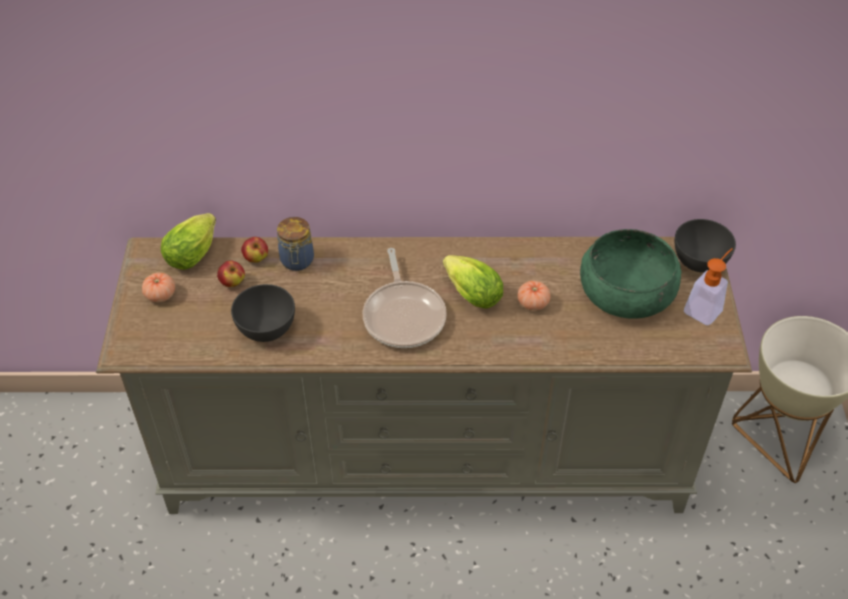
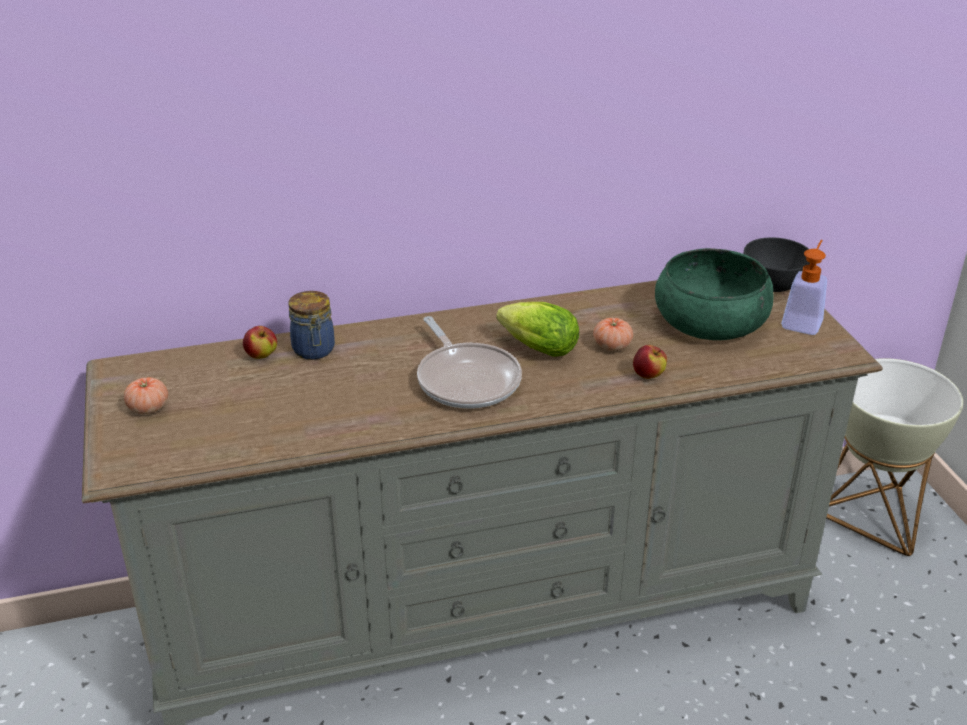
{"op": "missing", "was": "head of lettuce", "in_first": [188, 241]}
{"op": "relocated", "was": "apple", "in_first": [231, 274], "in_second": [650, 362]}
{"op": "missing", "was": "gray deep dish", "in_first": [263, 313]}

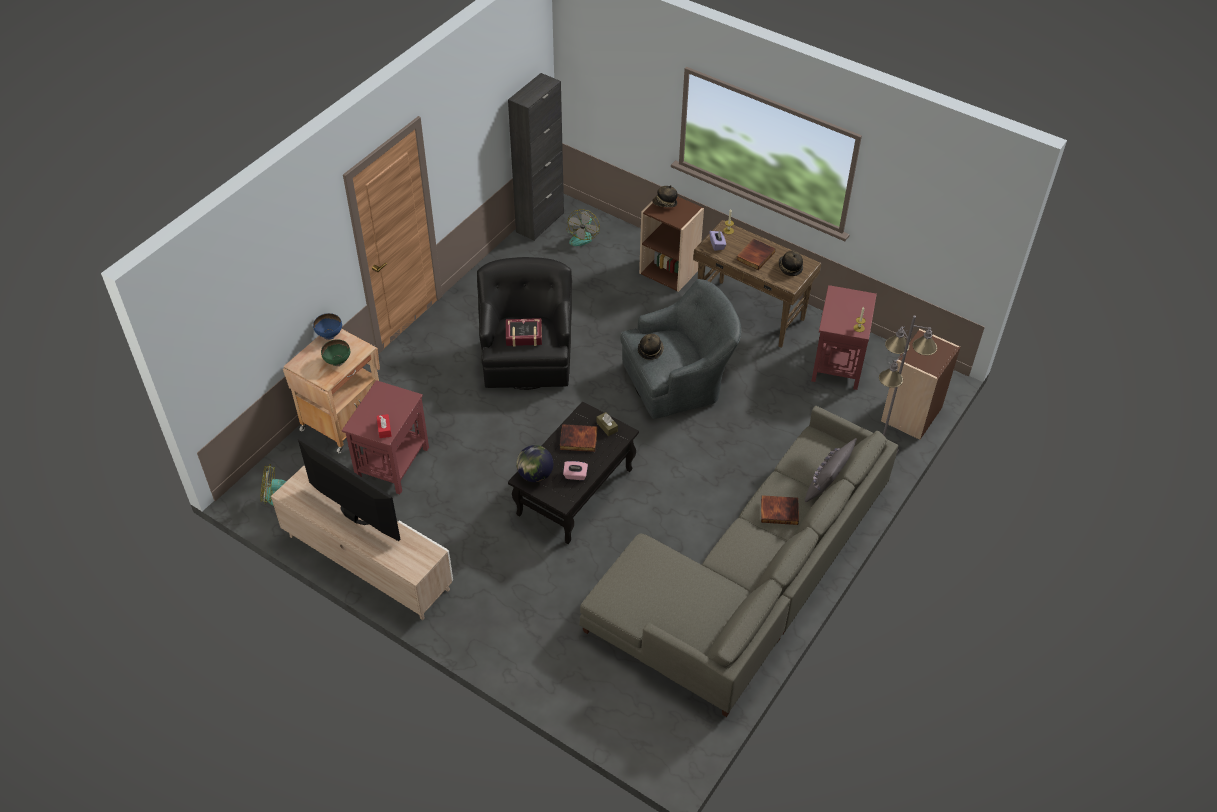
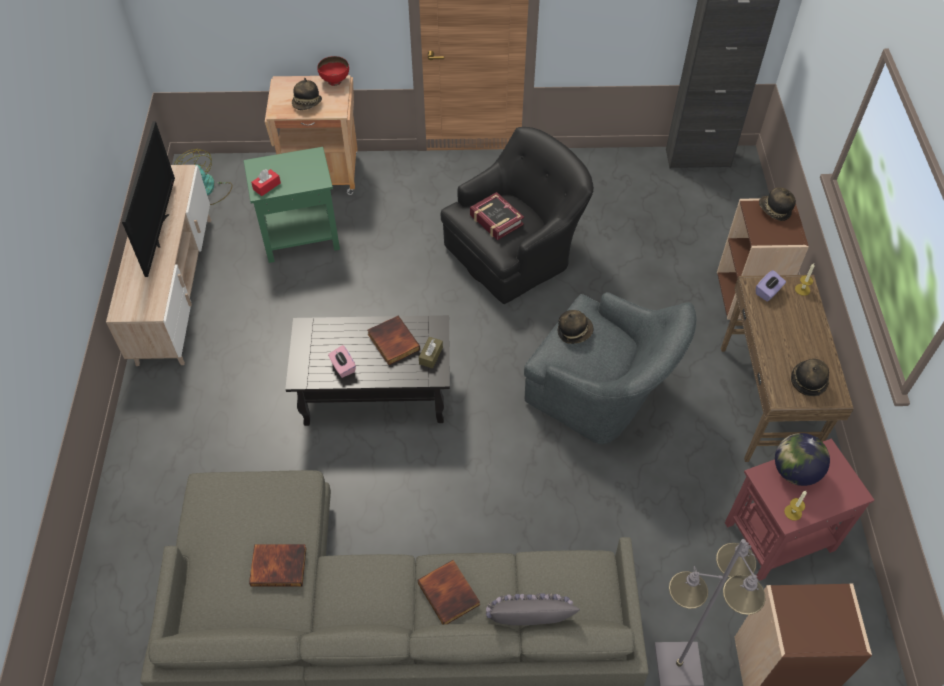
{"op": "missing", "was": "cooling fan", "in_first": [583, 228]}
{"op": "relocated", "was": "book", "in_first": [755, 254], "in_second": [278, 565]}
{"op": "colour", "was": "blue deep dish", "now": "reddish deep dish", "in_first": [327, 326], "in_second": [333, 71]}
{"op": "exchanged", "was": "green-coloured deep dish", "now": "clothing hat", "in_first": [335, 352], "in_second": [307, 94]}
{"op": "colour", "was": "reddish accent table", "now": "green-coloured accent table", "in_first": [385, 437], "in_second": [292, 205]}
{"op": "relocated", "was": "globe", "in_first": [535, 463], "in_second": [802, 459]}

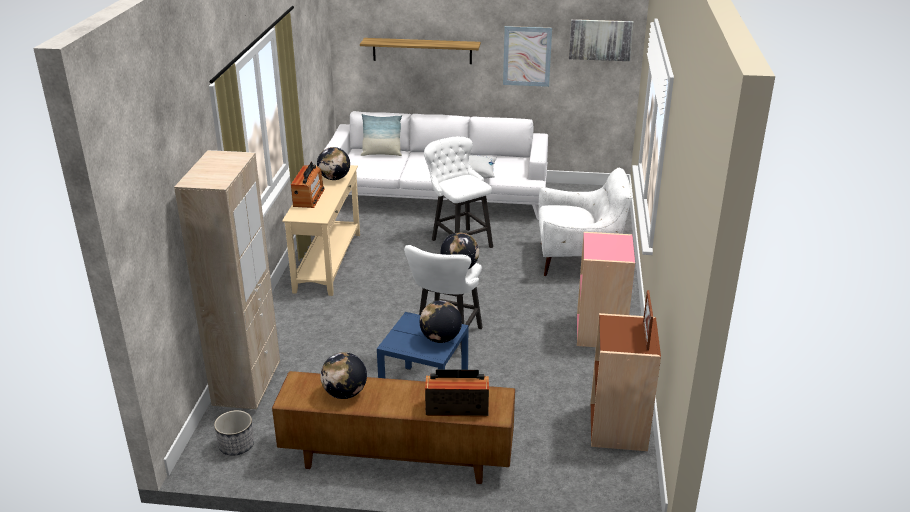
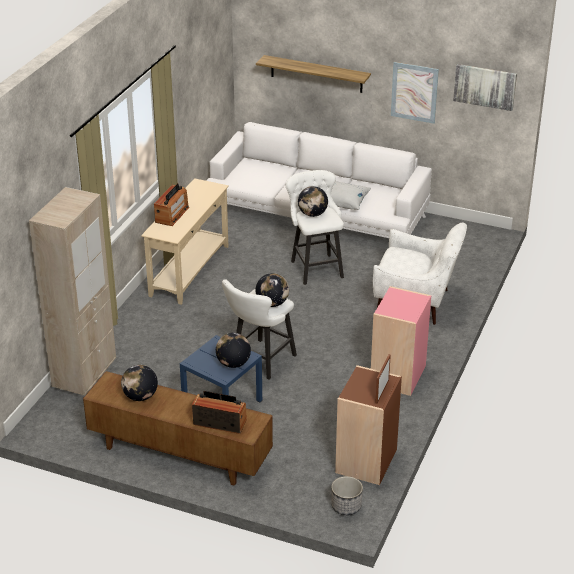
{"op": "missing", "was": "cushion", "in_first": [381, 135]}
{"op": "relocated", "was": "globe", "in_first": [333, 163], "in_second": [313, 201]}
{"op": "relocated", "was": "flower pot", "in_first": [234, 433], "in_second": [347, 495]}

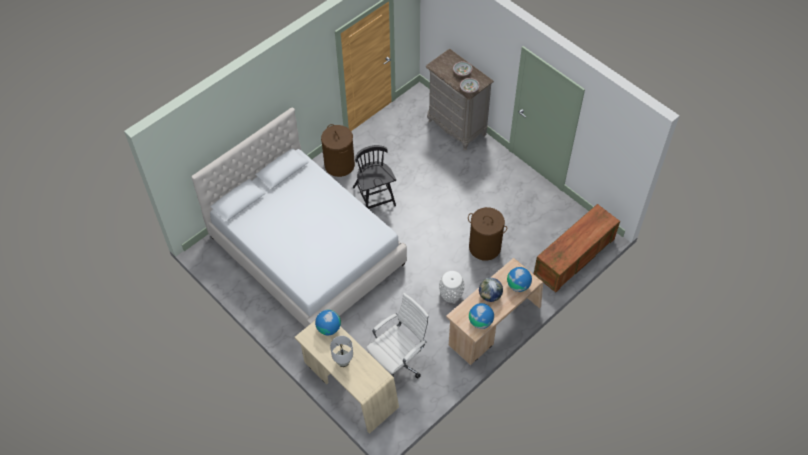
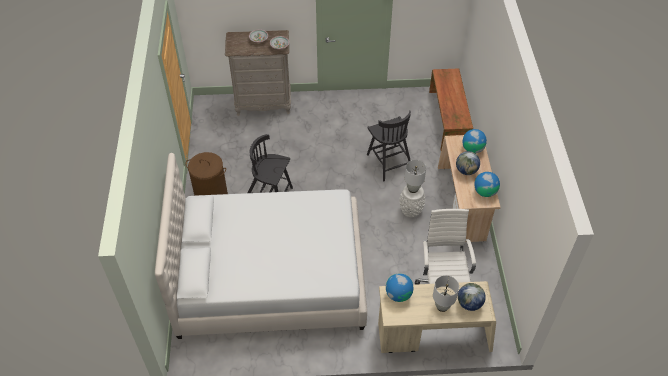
{"op": "exchanged", "was": "brown-coloured washing basket", "now": "blackish chair", "in_first": [487, 234], "in_second": [390, 145]}
{"op": "appeared", "now": "whitish tabletop lamp", "in_second": [415, 176]}
{"op": "appeared", "now": "globe", "in_second": [472, 297]}

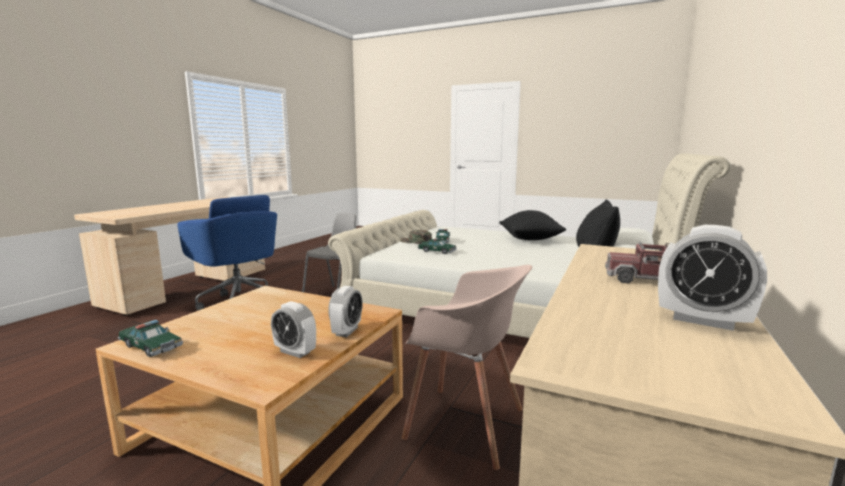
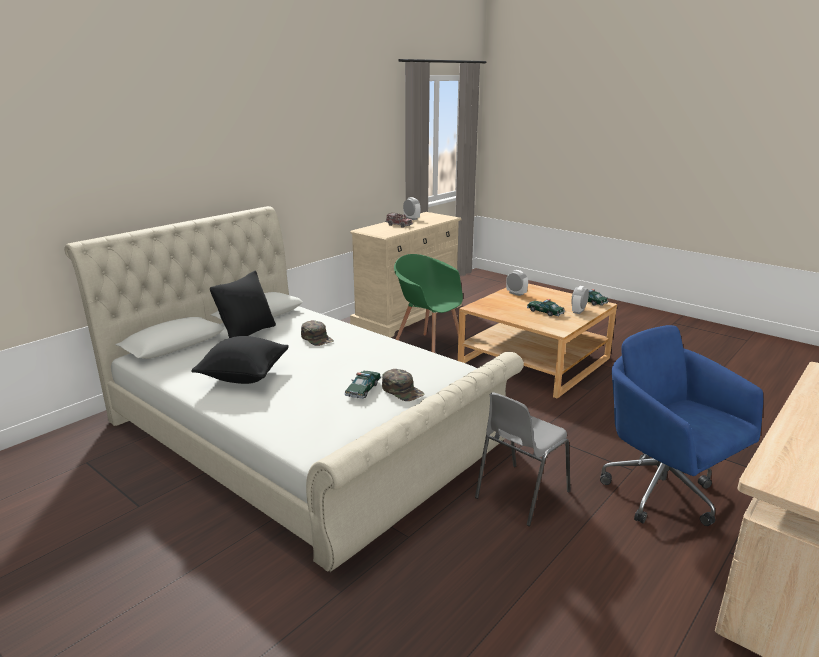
{"op": "relocated", "was": "toy car", "in_first": [437, 246], "in_second": [546, 307]}
{"op": "colour", "was": "sand-coloured chair", "now": "green-coloured chair", "in_first": [467, 367], "in_second": [428, 303]}
{"op": "relocated", "was": "alarm clock", "in_first": [345, 311], "in_second": [580, 300]}
{"op": "appeared", "now": "green-coloured cap", "in_second": [317, 333]}

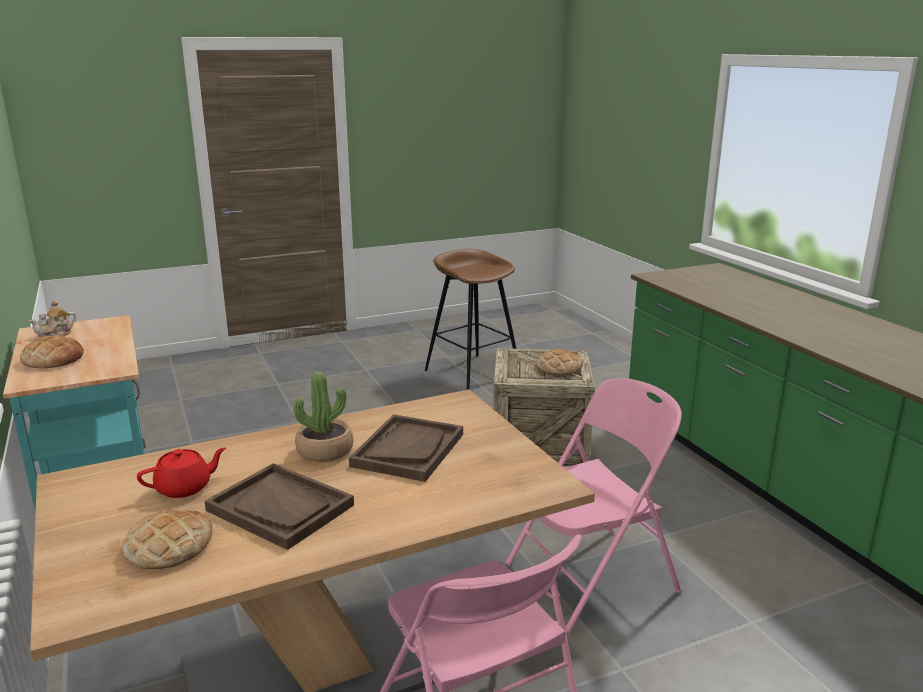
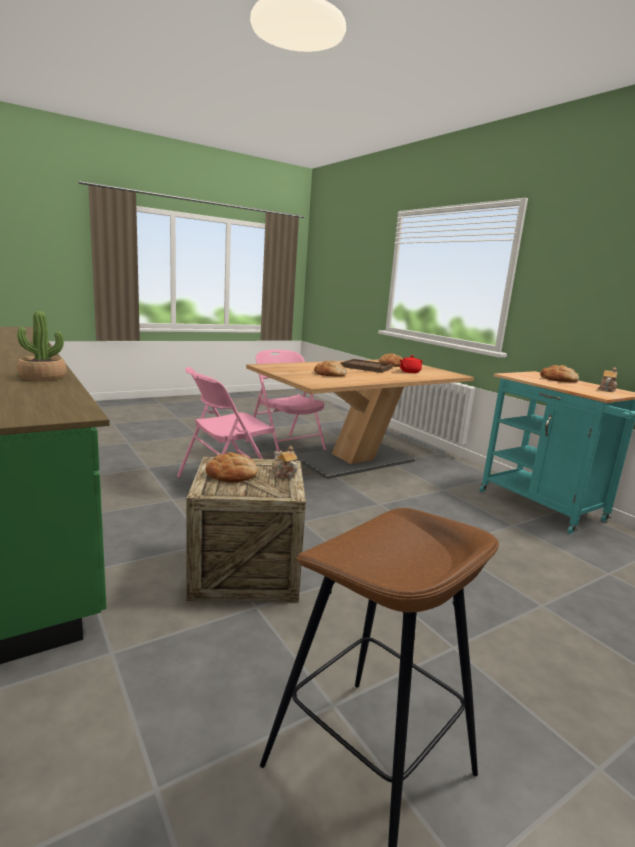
{"op": "relocated", "was": "plant in a pot", "in_first": [323, 417], "in_second": [42, 346]}
{"op": "exchanged", "was": "brown-coloured tray", "now": "bakery bread", "in_first": [406, 448], "in_second": [330, 368]}
{"op": "appeared", "now": "teapot", "in_second": [285, 462]}

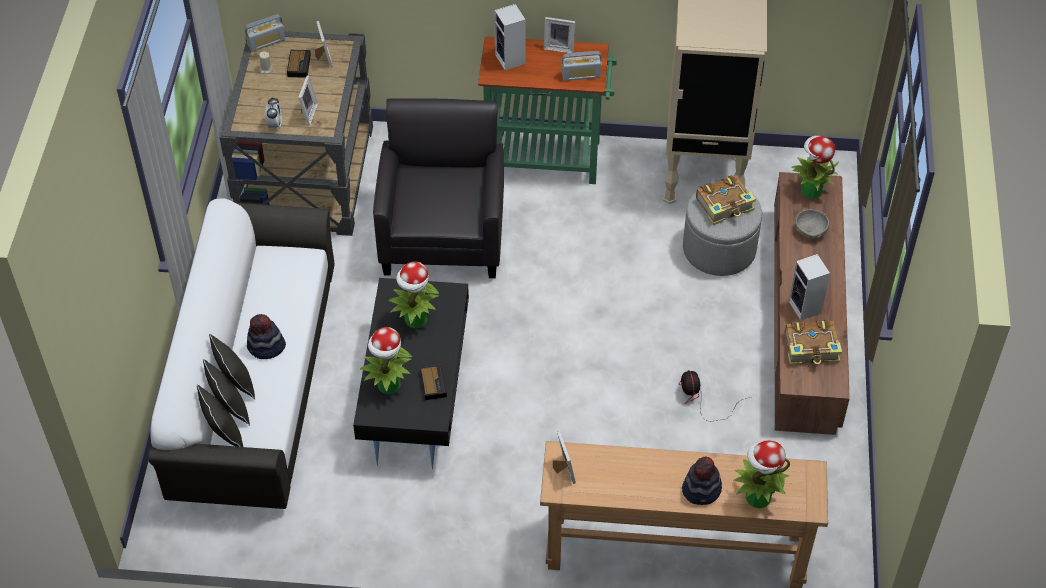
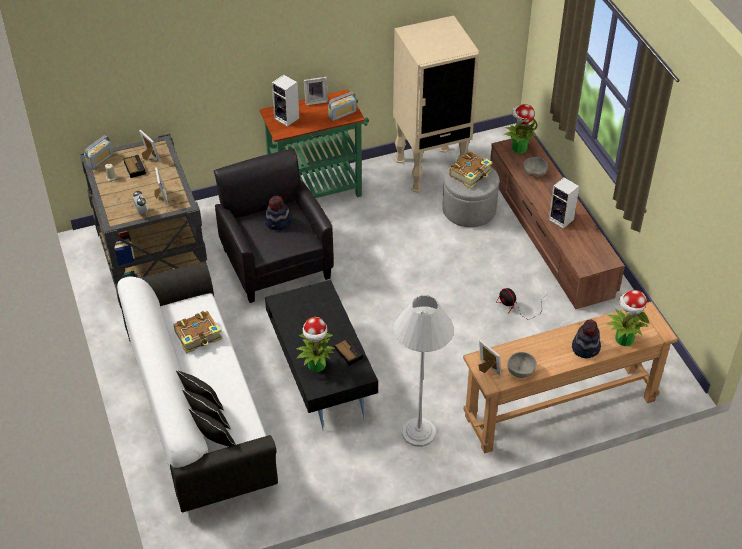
{"op": "missing", "was": "plant in a pot", "in_first": [413, 294]}
{"op": "relocated", "was": "clothing hat", "in_first": [266, 336], "in_second": [278, 213]}
{"op": "relocated", "was": "book", "in_first": [813, 342], "in_second": [198, 332]}
{"op": "appeared", "now": "whitish standard lamp", "in_second": [424, 371]}
{"op": "appeared", "now": "gray deep dish", "in_second": [522, 365]}

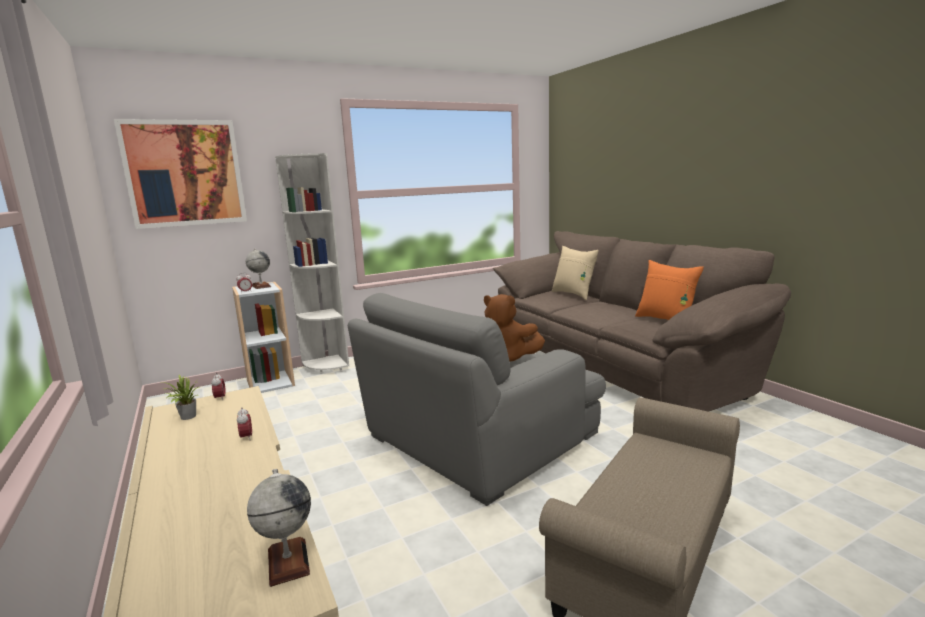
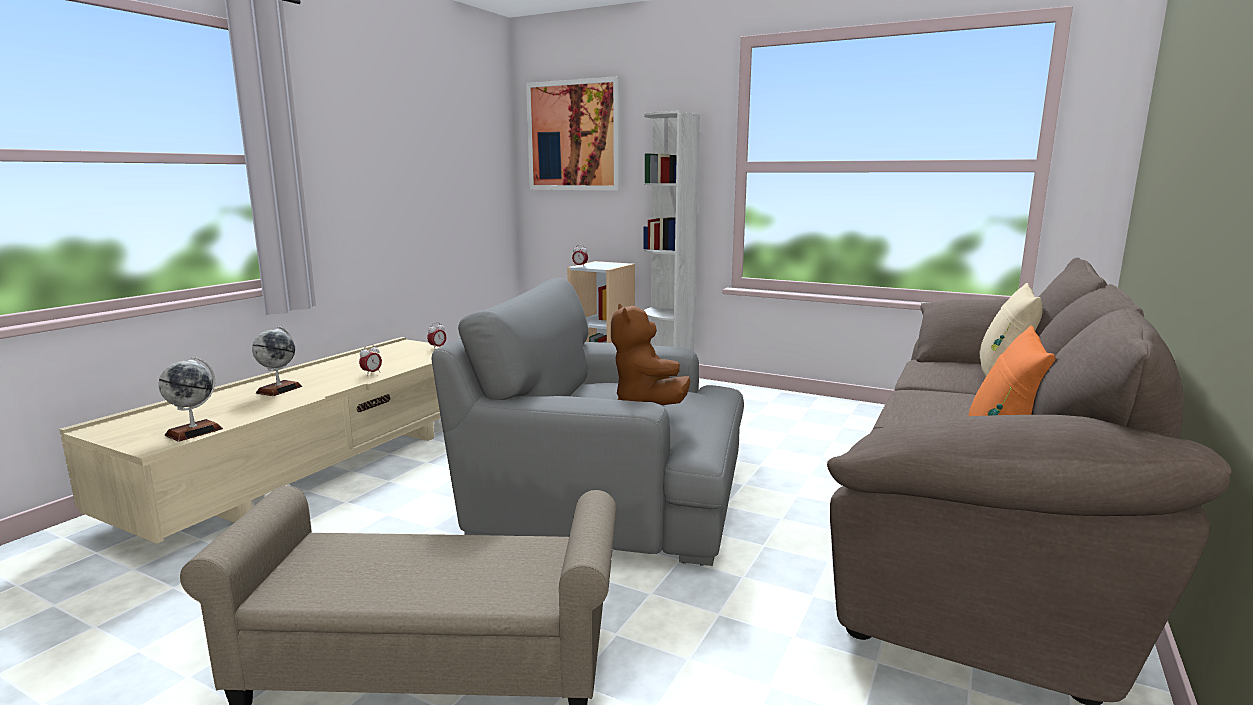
{"op": "relocated", "was": "globe", "in_first": [258, 269], "in_second": [277, 361]}
{"op": "missing", "was": "plant in a pot", "in_first": [180, 397]}

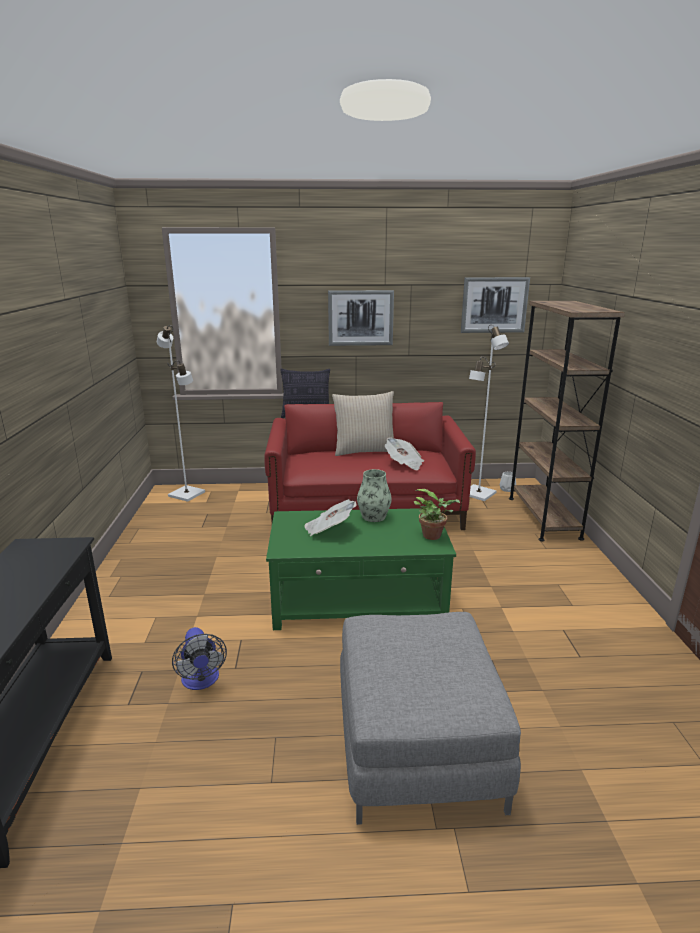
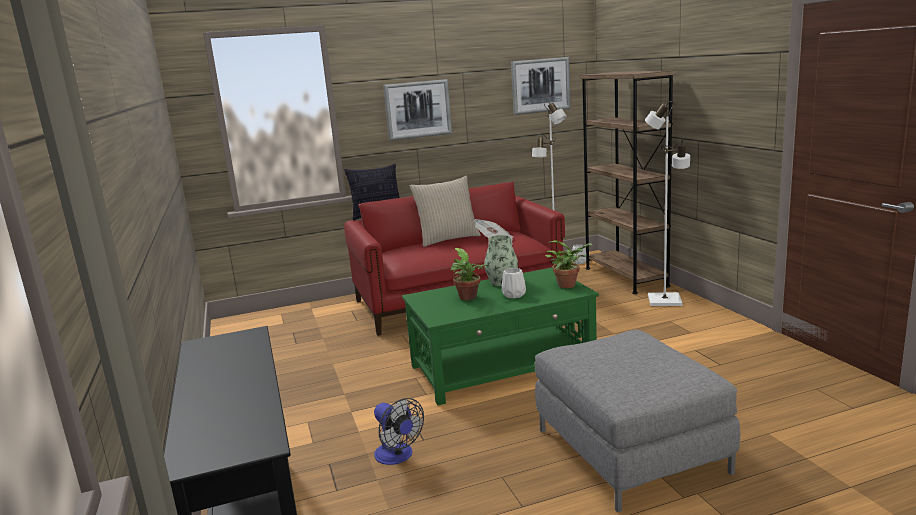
{"op": "relocated", "was": "whitish standard lamp", "in_first": [181, 413], "in_second": [667, 203]}
{"op": "exchanged", "was": "newspaper", "now": "plant in a pot", "in_first": [330, 517], "in_second": [469, 274]}
{"op": "appeared", "now": "whitish flower vase", "in_second": [514, 283]}

